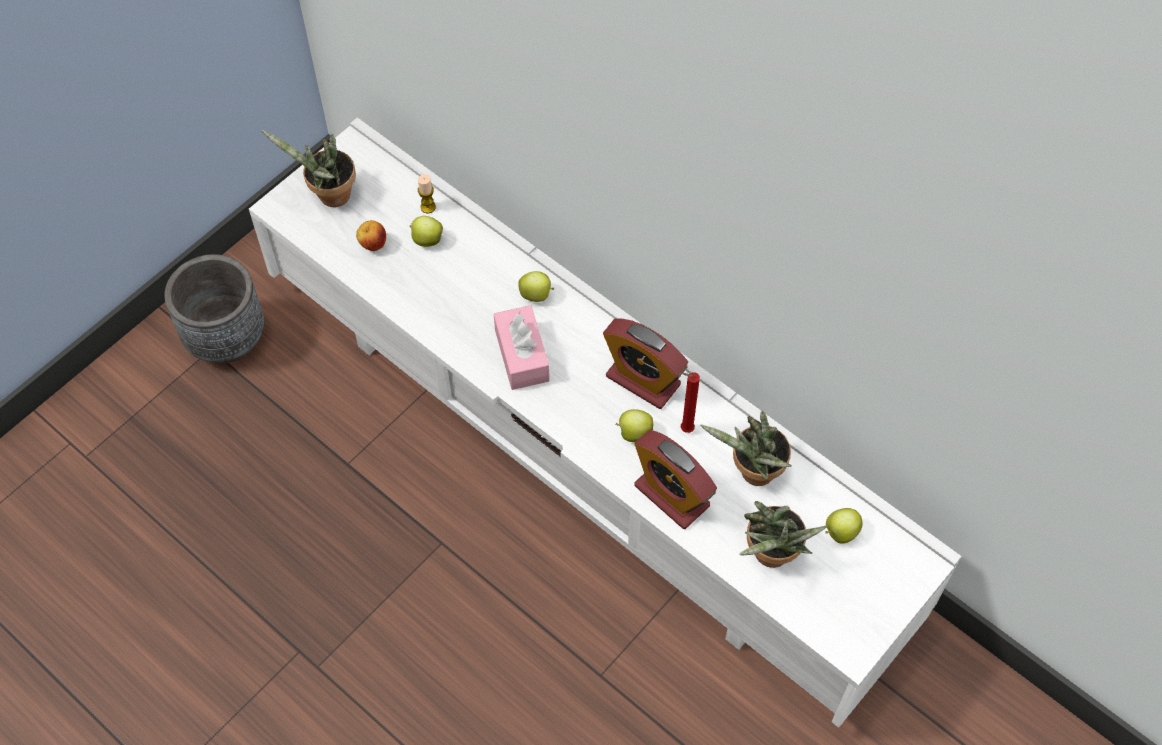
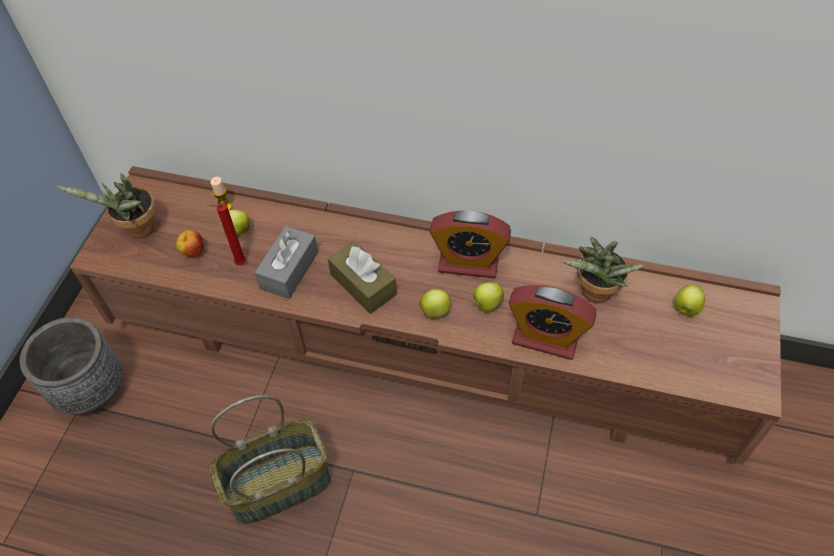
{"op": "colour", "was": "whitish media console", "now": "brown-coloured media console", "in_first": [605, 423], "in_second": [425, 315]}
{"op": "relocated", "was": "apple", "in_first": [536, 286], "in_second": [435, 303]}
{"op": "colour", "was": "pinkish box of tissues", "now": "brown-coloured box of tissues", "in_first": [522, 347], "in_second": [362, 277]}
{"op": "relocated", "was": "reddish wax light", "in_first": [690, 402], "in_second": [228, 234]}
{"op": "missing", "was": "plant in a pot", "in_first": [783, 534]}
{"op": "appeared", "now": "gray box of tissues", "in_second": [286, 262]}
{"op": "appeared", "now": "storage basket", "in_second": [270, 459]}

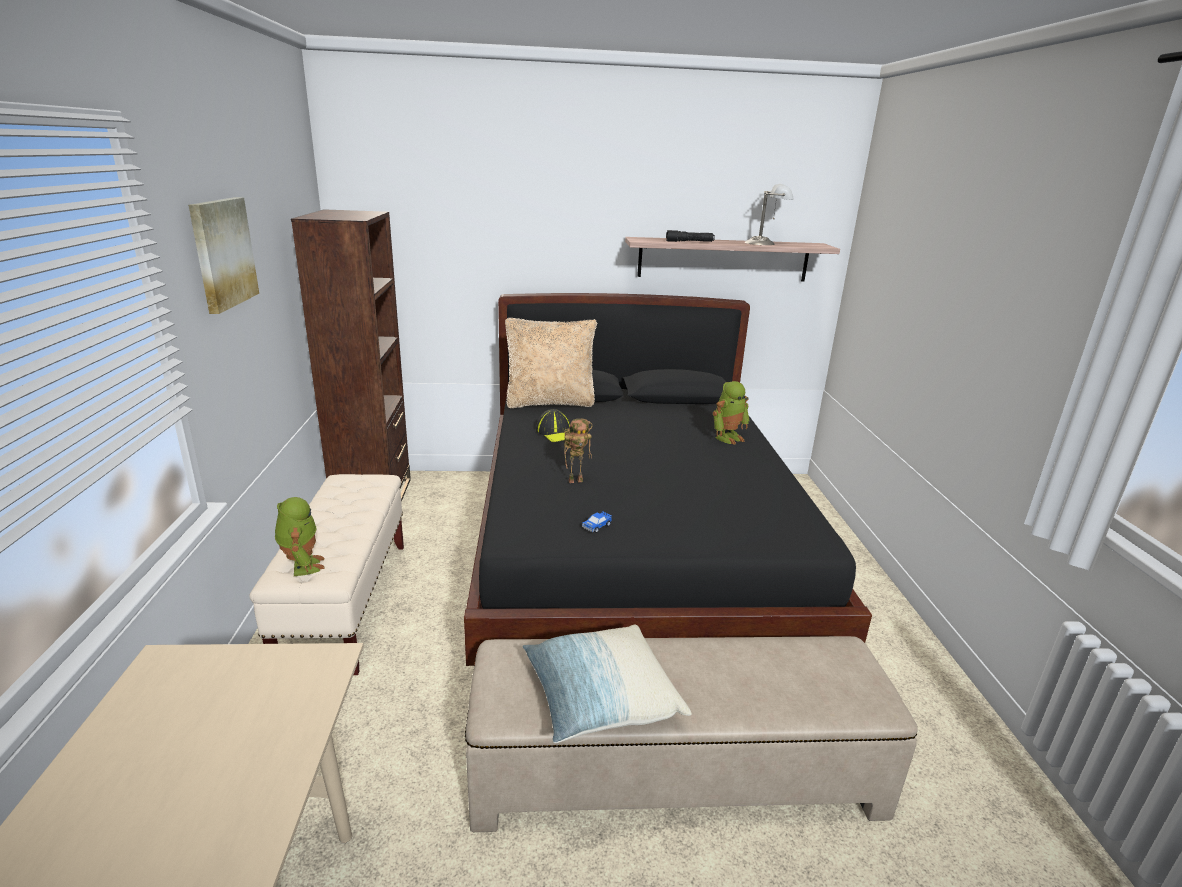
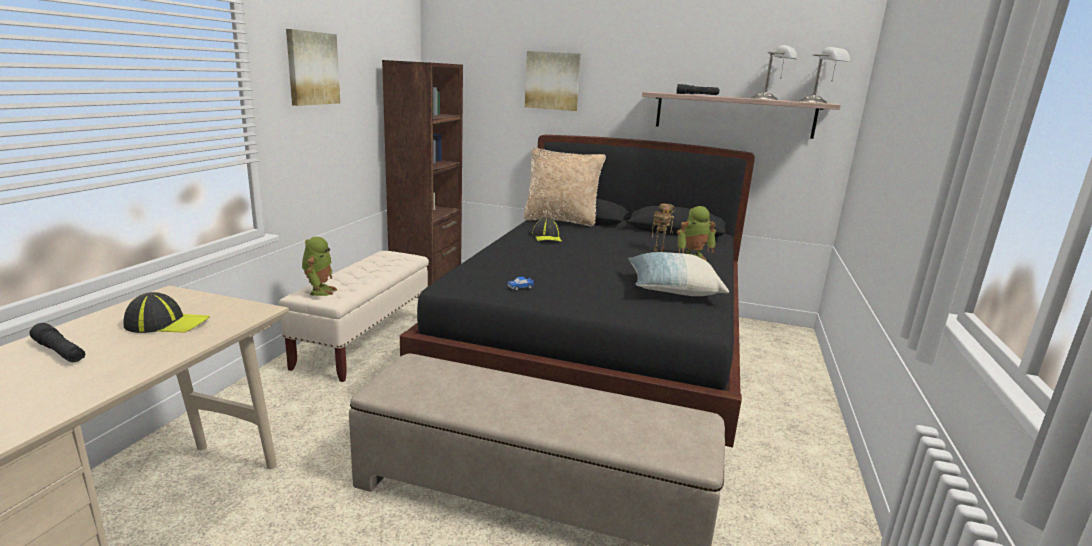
{"op": "relocated", "was": "toy robot", "in_first": [578, 451], "in_second": [664, 227]}
{"op": "relocated", "was": "cushion", "in_first": [607, 683], "in_second": [678, 274]}
{"op": "appeared", "now": "whitish tabletop lamp", "in_second": [824, 75]}
{"op": "appeared", "now": "wall picture", "in_second": [553, 81]}
{"op": "appeared", "now": "cap", "in_second": [166, 312]}
{"op": "appeared", "now": "blackish hand torch", "in_second": [57, 342]}

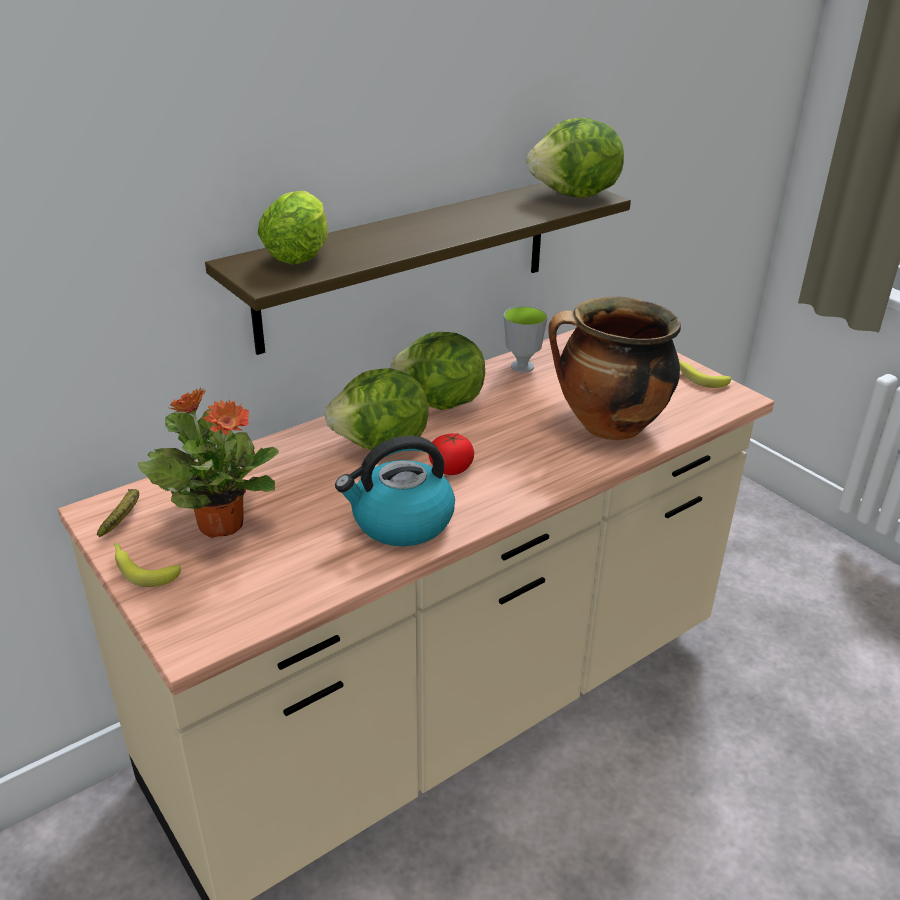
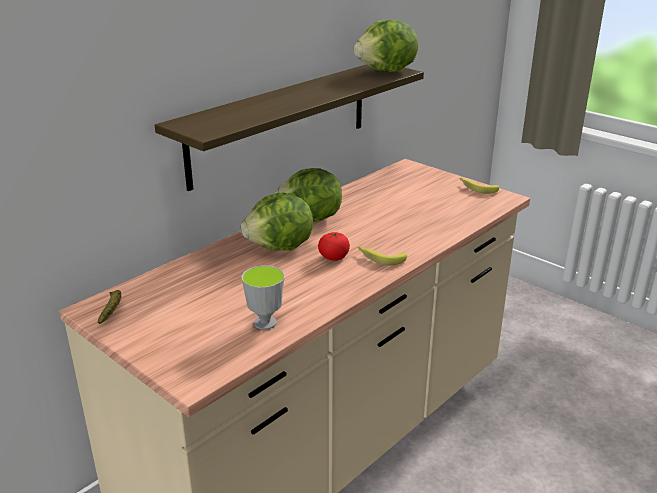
{"op": "missing", "was": "head of lettuce", "in_first": [293, 228]}
{"op": "missing", "was": "cooking pot", "in_first": [614, 369]}
{"op": "relocated", "was": "cup", "in_first": [526, 339], "in_second": [263, 297]}
{"op": "missing", "was": "plant in a pot", "in_first": [208, 463]}
{"op": "missing", "was": "water kettle", "in_first": [395, 491]}
{"op": "relocated", "was": "banana", "in_first": [147, 565], "in_second": [382, 256]}

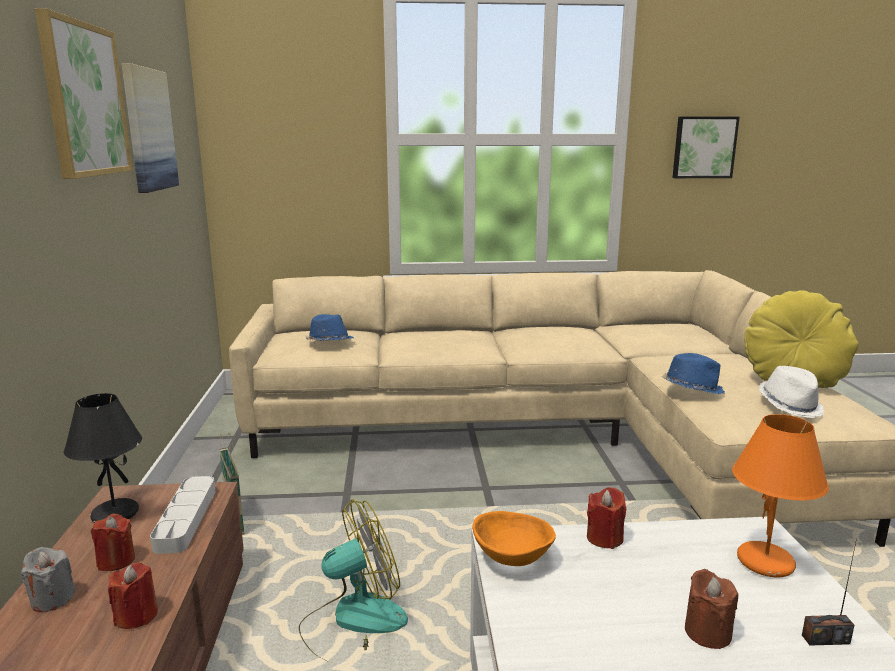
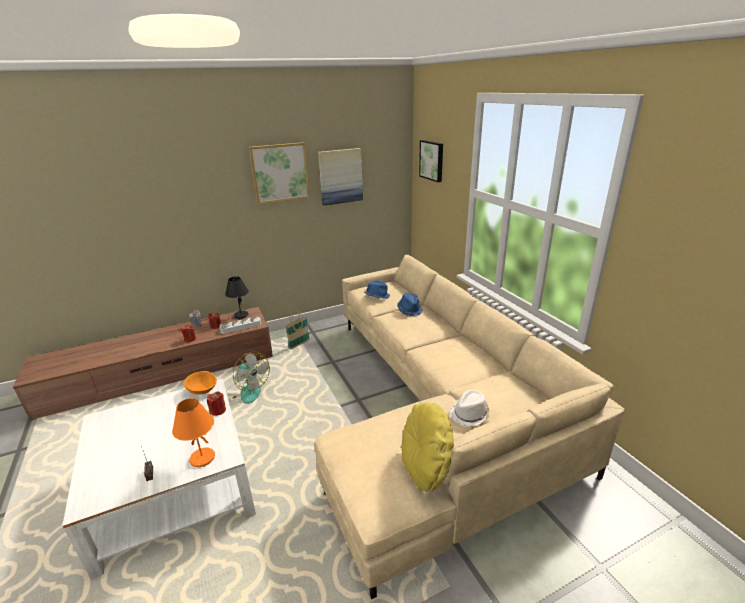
{"op": "relocated", "was": "wall picture", "in_first": [706, 147], "in_second": [431, 161]}
{"op": "relocated", "was": "blue clothing hat", "in_first": [693, 373], "in_second": [410, 304]}
{"op": "relocated", "was": "whitish clothing hat", "in_first": [791, 392], "in_second": [469, 408]}
{"op": "missing", "was": "brown-coloured wax light", "in_first": [711, 609]}

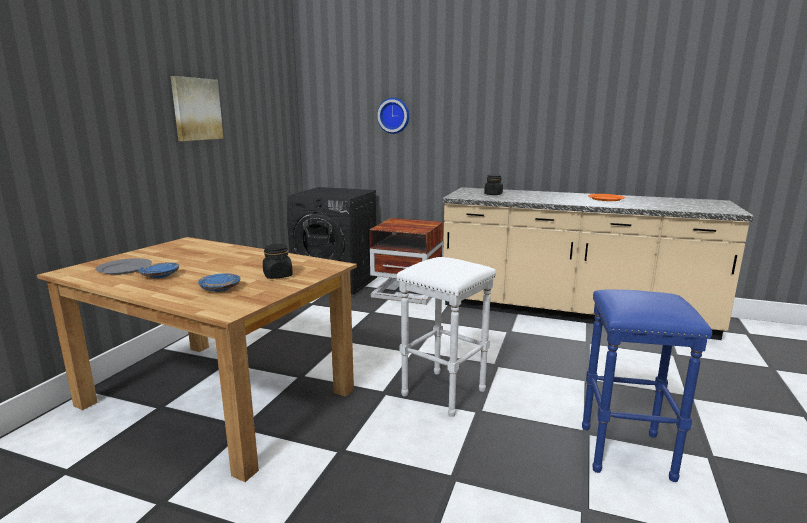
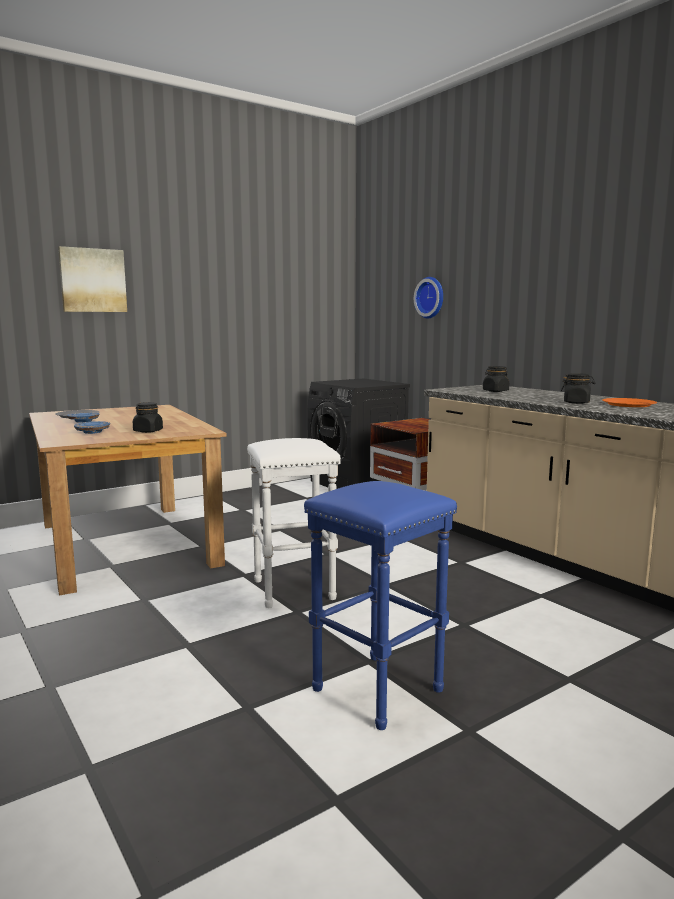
{"op": "relocated", "was": "wall picture", "in_first": [197, 108], "in_second": [92, 279]}
{"op": "appeared", "now": "blackish jar", "in_second": [578, 388]}

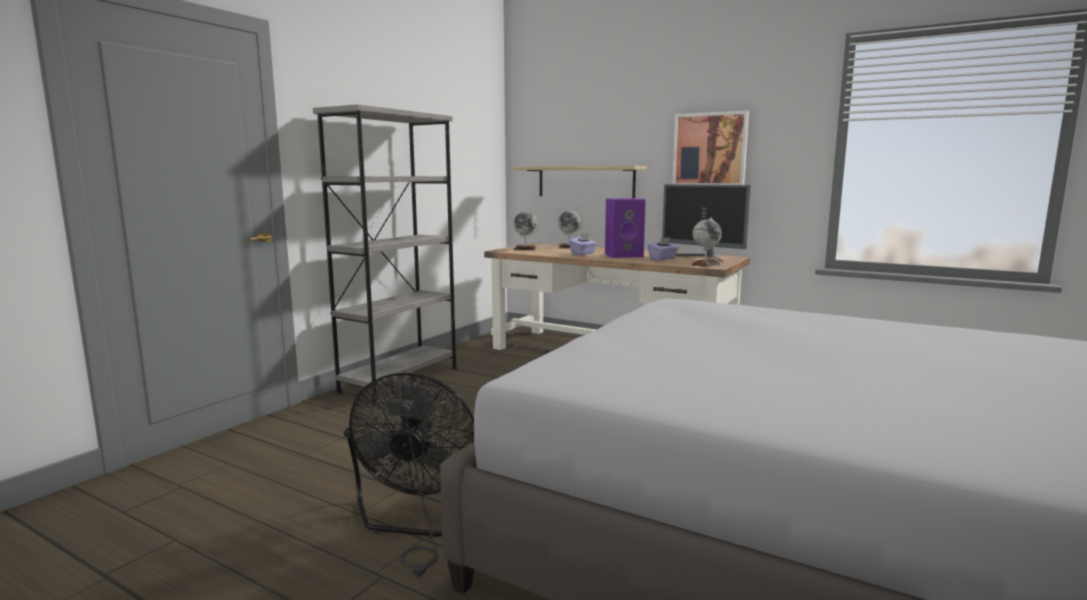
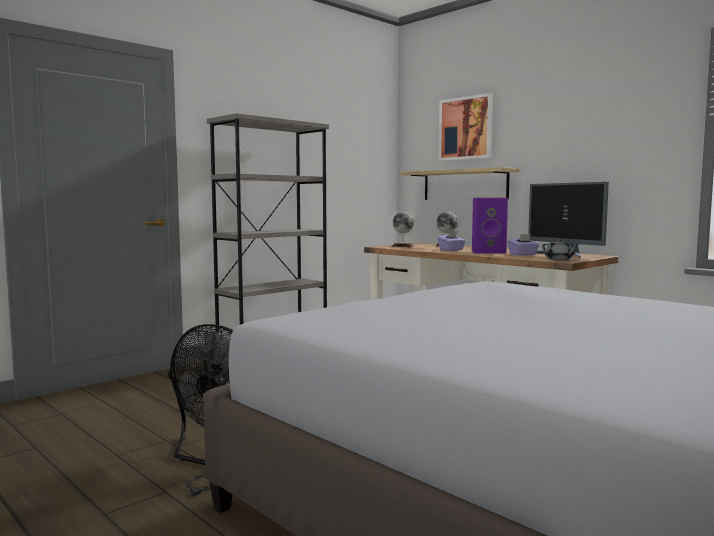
{"op": "relocated", "was": "wall picture", "in_first": [710, 147], "in_second": [466, 127]}
{"op": "exchanged", "was": "globe", "now": "gray teapot", "in_first": [707, 242], "in_second": [560, 249]}

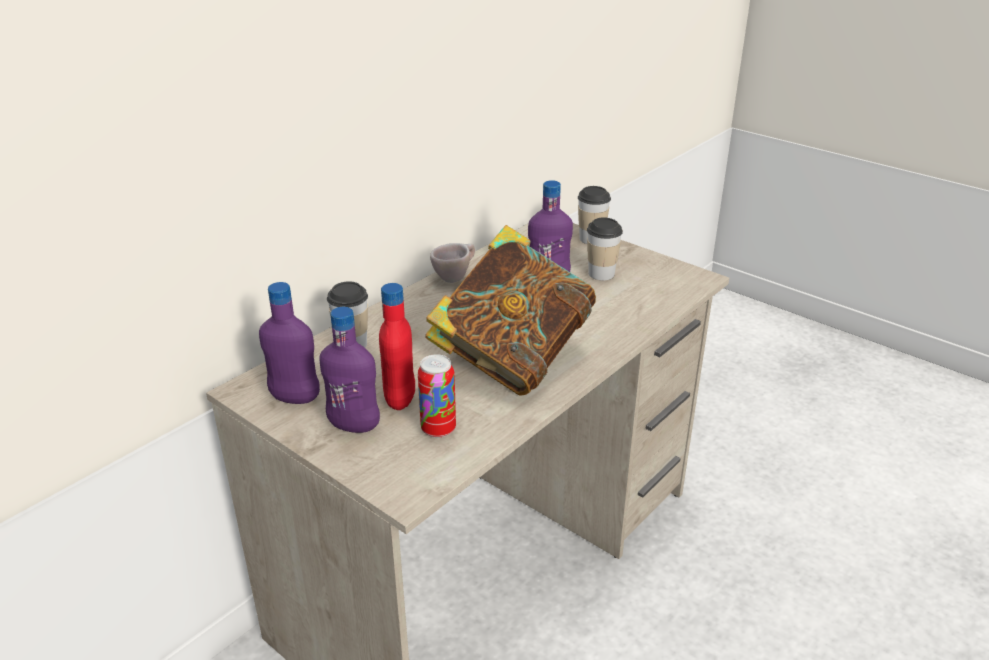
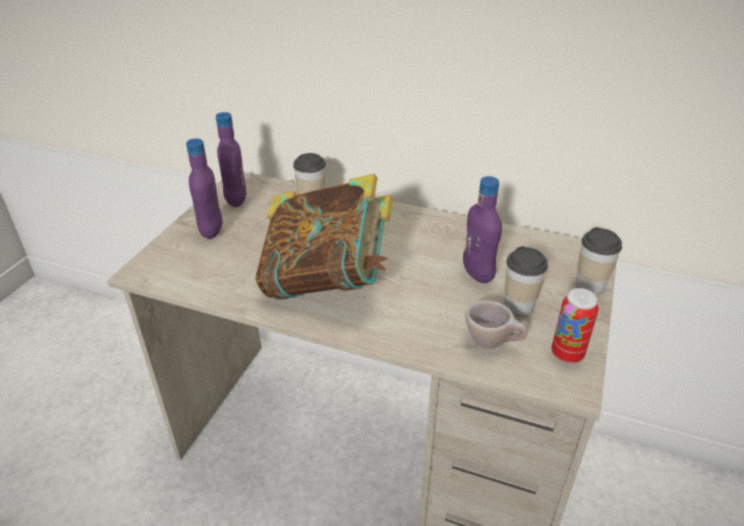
{"op": "relocated", "was": "sand-coloured cup", "in_first": [452, 263], "in_second": [496, 325]}
{"op": "missing", "was": "reddish drink bottle", "in_first": [397, 346]}
{"op": "relocated", "was": "metal can", "in_first": [437, 396], "in_second": [575, 325]}

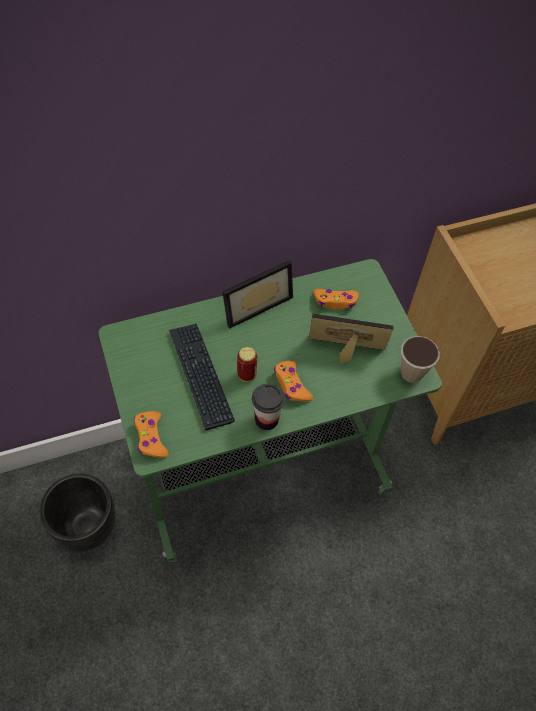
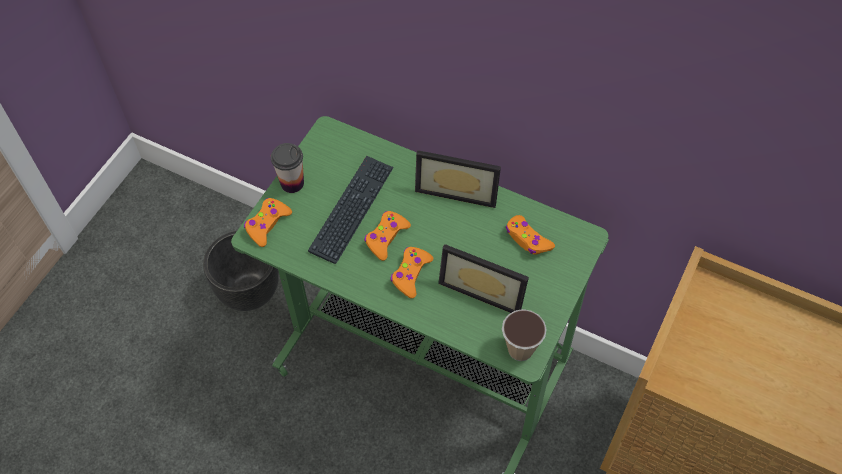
{"op": "spun", "was": "standing frame", "in_first": [351, 339], "in_second": [483, 278], "clockwise": 150}
{"op": "exchanged", "was": "metal can", "now": "orange-coloured gamepad", "in_first": [247, 364], "in_second": [387, 236]}
{"op": "relocated", "was": "cup", "in_first": [268, 406], "in_second": [287, 168]}

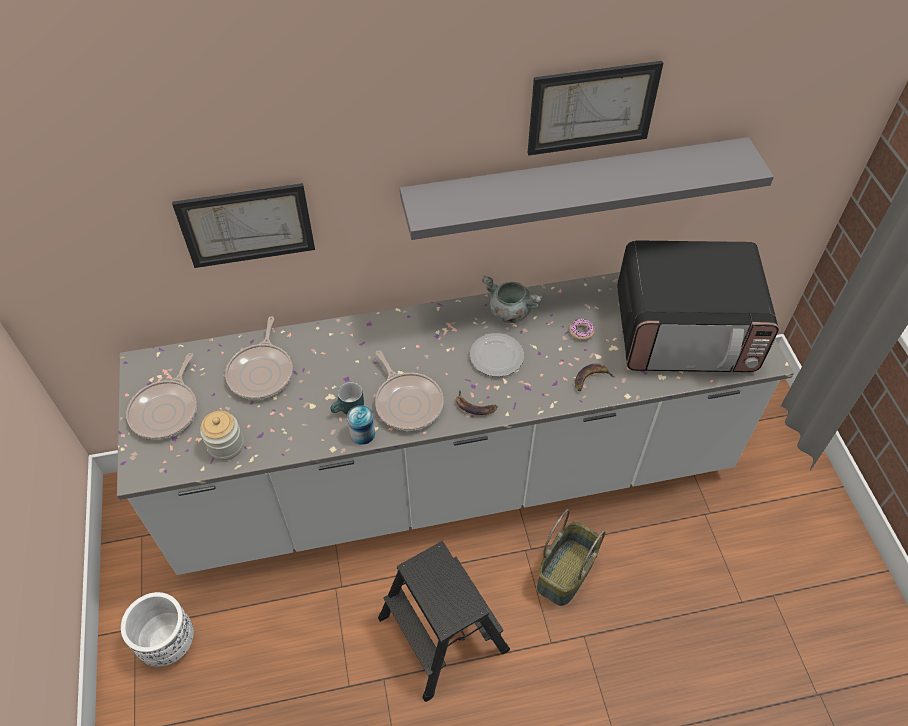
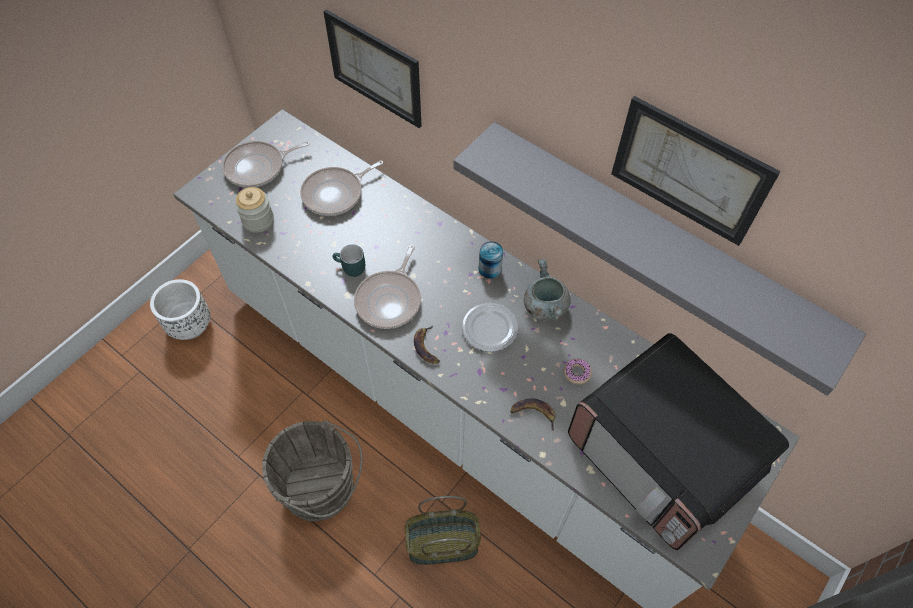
{"op": "relocated", "was": "metal can", "in_first": [361, 425], "in_second": [491, 260]}
{"op": "exchanged", "was": "blackish step stool", "now": "gray bucket", "in_first": [444, 621], "in_second": [312, 471]}

